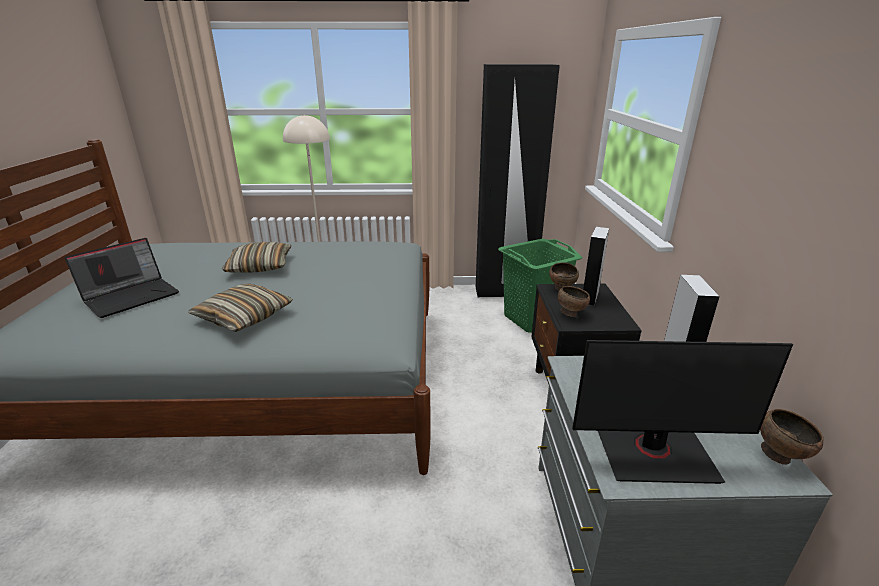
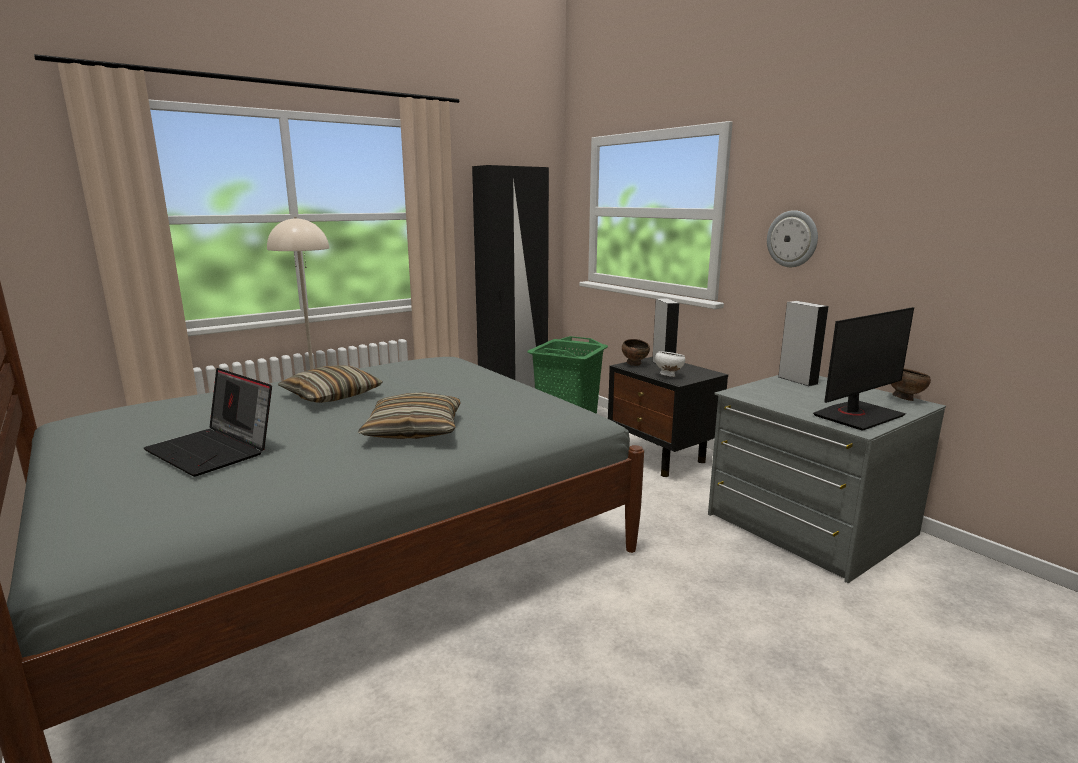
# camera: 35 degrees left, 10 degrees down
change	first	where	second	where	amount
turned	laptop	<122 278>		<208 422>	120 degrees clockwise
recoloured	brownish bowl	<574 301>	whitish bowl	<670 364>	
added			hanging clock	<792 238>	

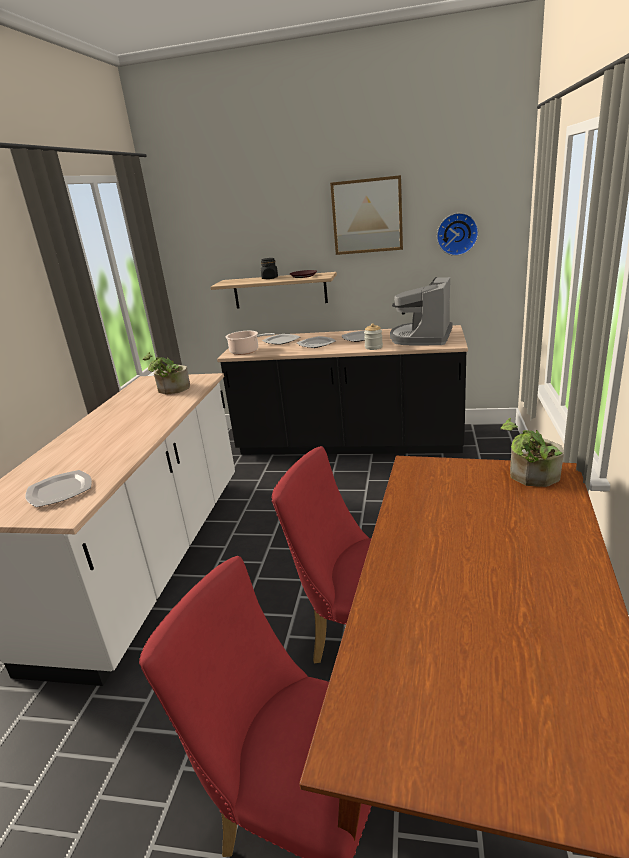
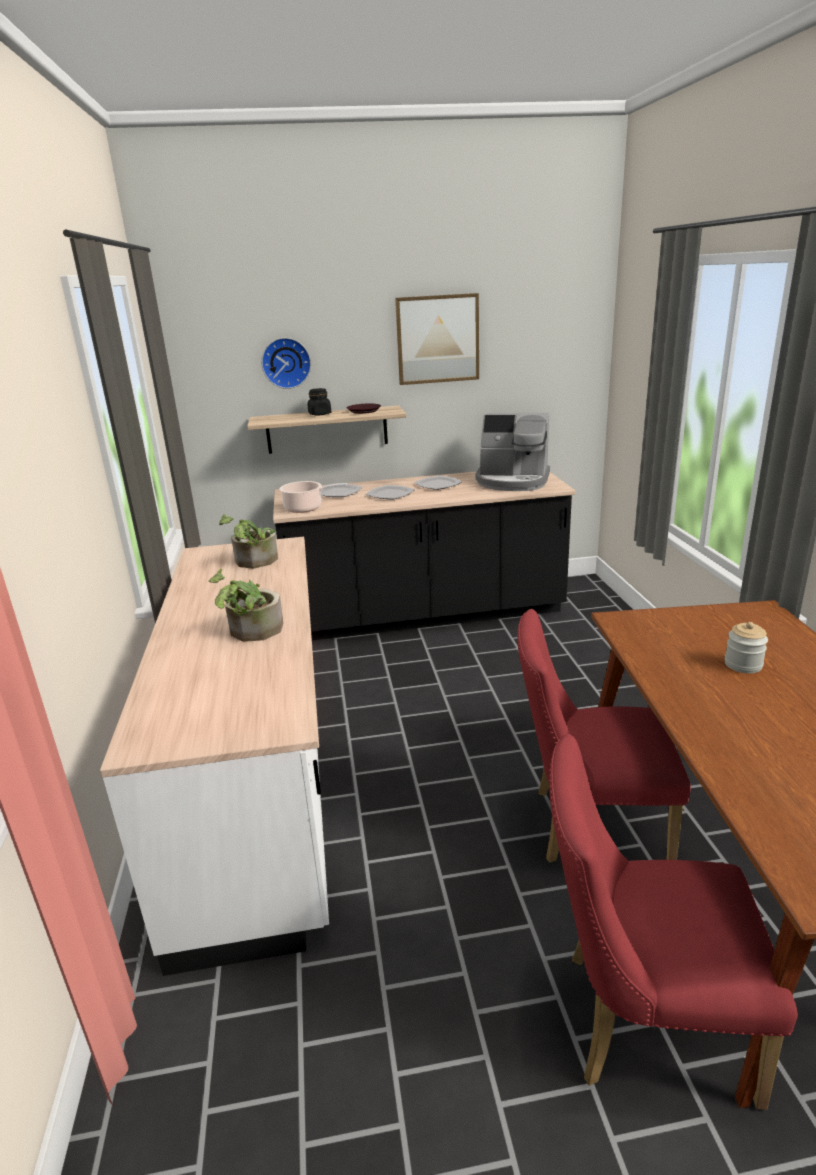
# camera: 20 degrees left, 0 degrees up
change	first	where	second	where	amount
removed	flat dish	<58 488>			
moved	storage jar	<373 336>		<746 647>	
turned	coffee maker	<421 311>		<512 452>	75 degrees counterclockwise
moved	hanging clock	<458 234>		<286 363>	
moved	plant in a pot	<532 452>		<246 605>	

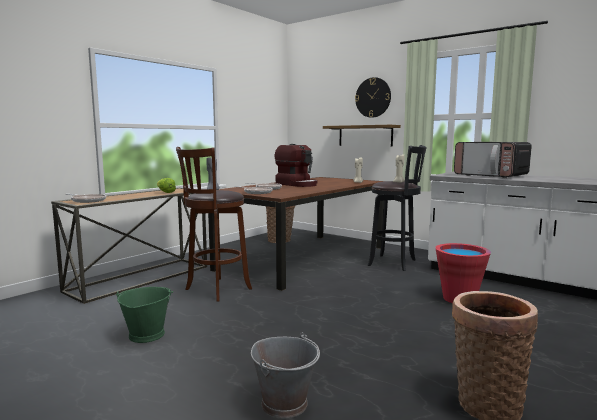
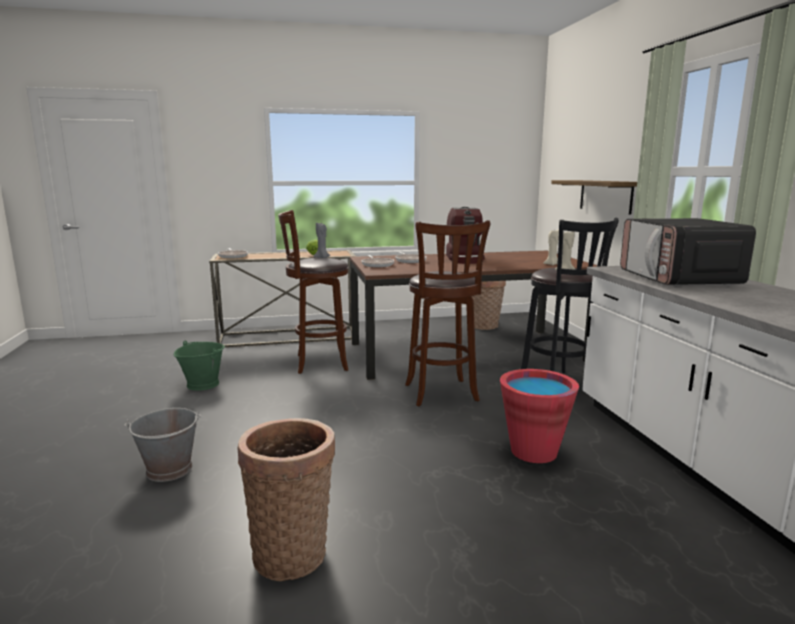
# camera: 40 degrees right, 5 degrees up
change	first	where	second	where	amount
removed	hanging clock	<373 97>			
added			brownish stool	<447 313>	

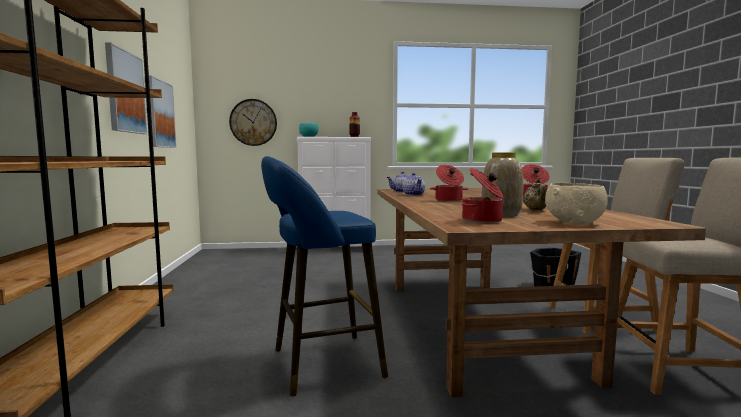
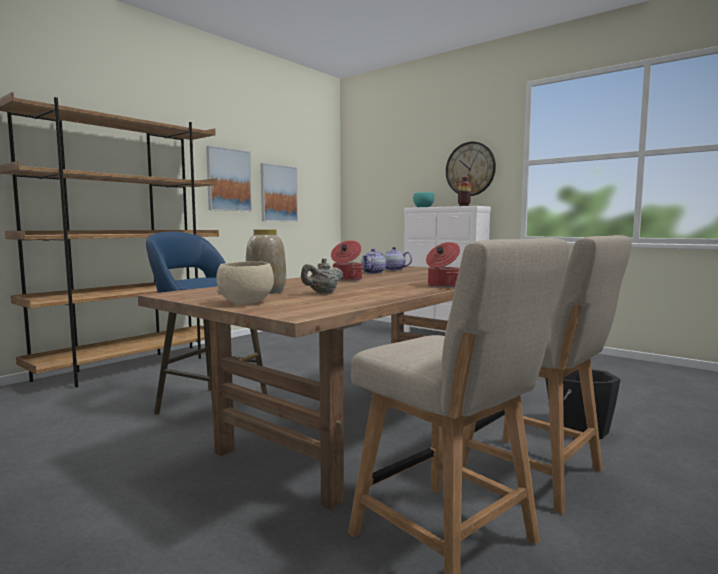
# camera: 45 degrees right, 0 degrees up
change	first	where	second	where	amount
moved	hanging clock	<253 122>		<471 169>	
removed	cooking pot	<482 195>			

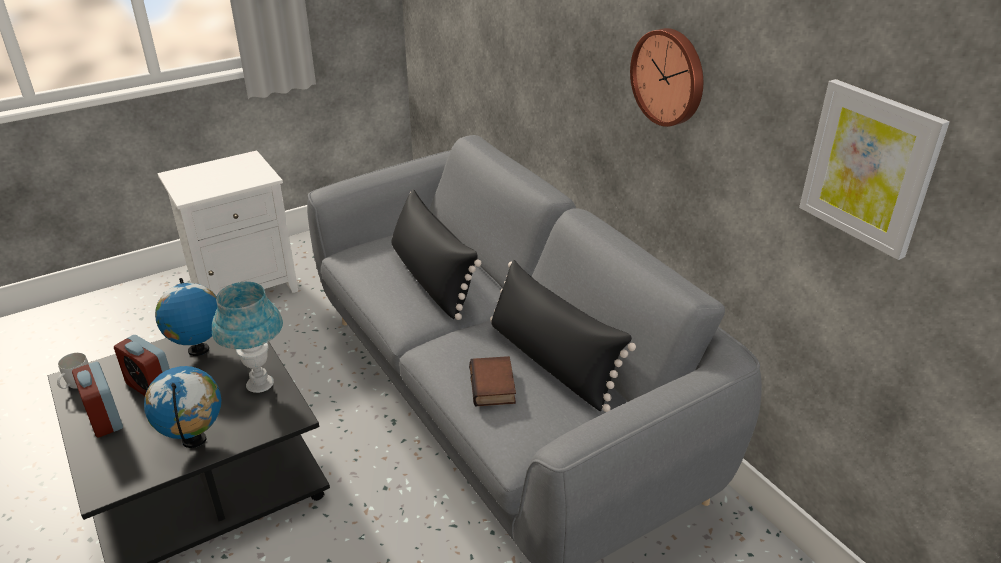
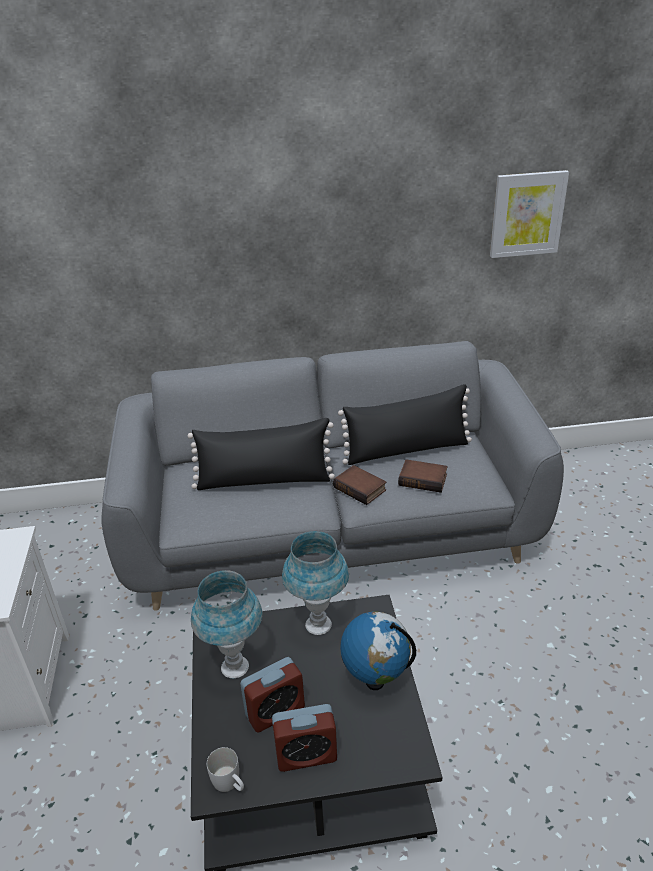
# camera: 65 degrees left, 0 degrees up
change	first	where	second	where	amount
replaced	globe	<186 317>	blue-coloured tabletop lamp	<226 624>	
removed	hanging clock	<666 77>			
added			bound book	<359 485>	

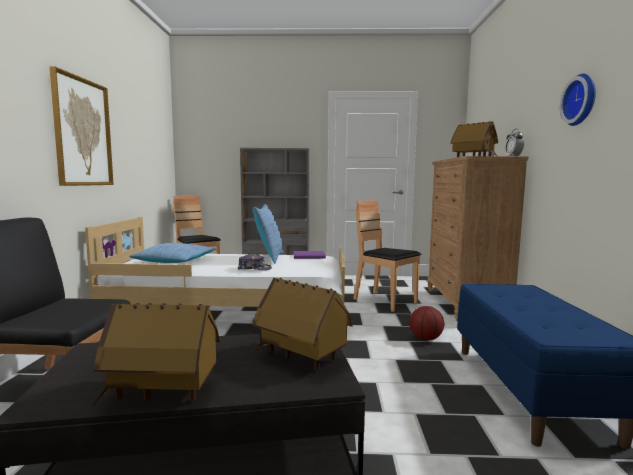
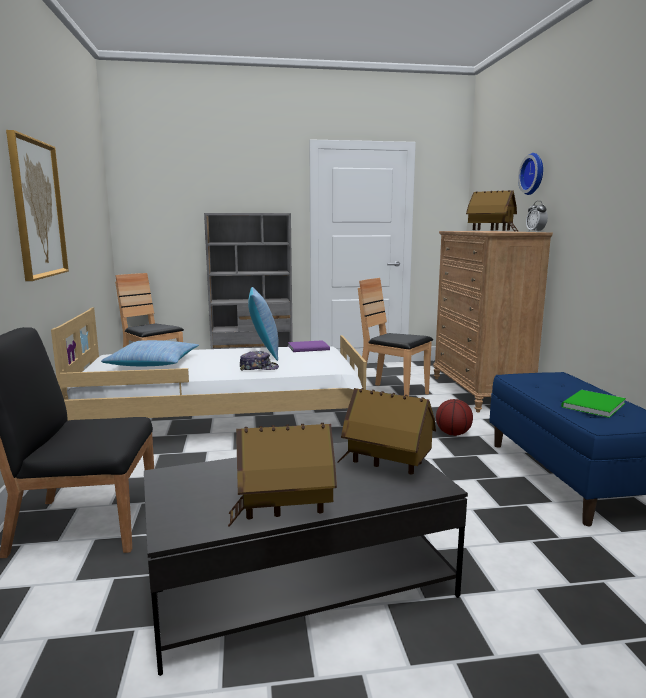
# camera: 10 degrees left, 5 degrees up
change	first	where	second	where	amount
moved	hanging clock	<578 100>		<530 174>	
added			green-coloured bound book	<593 404>	

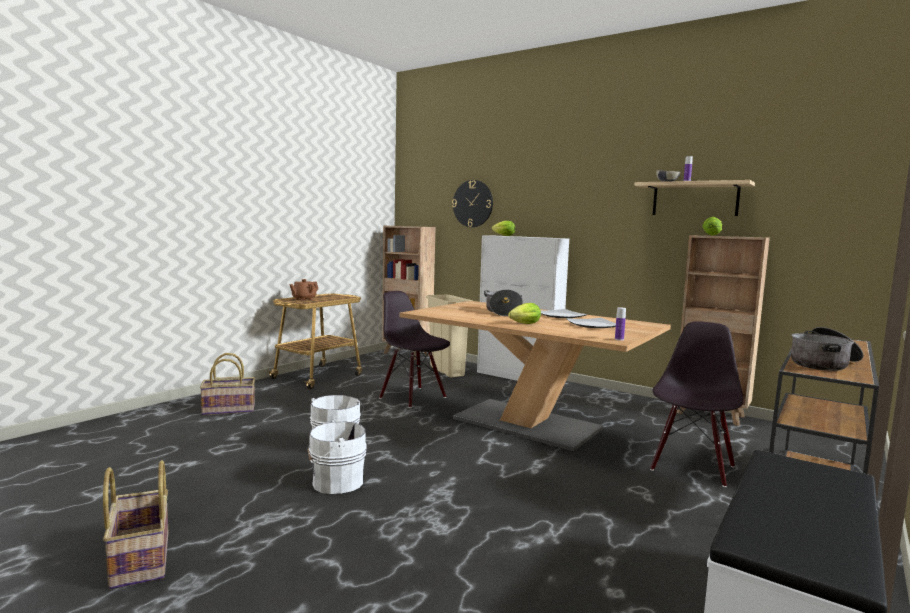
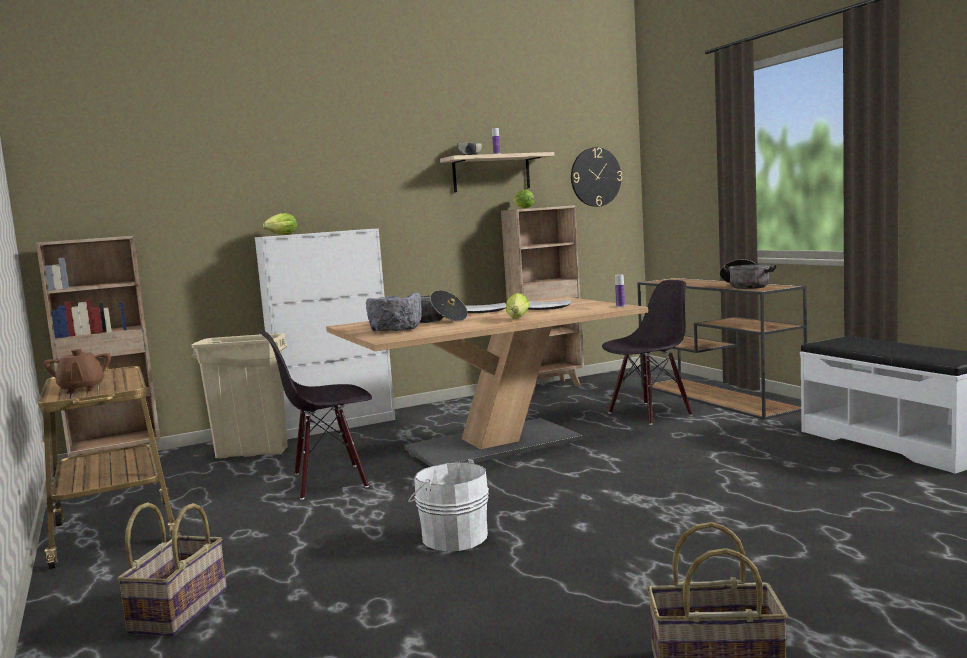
# camera: 60 degrees left, 0 degrees up
change	first	where	second	where	amount
removed	whitish pail	<337 456>			
moved	hanging clock	<472 203>		<596 177>	
turned	blackish chair	<697 404>		<647 352>	90 degrees clockwise
added			grey bowl	<394 311>	

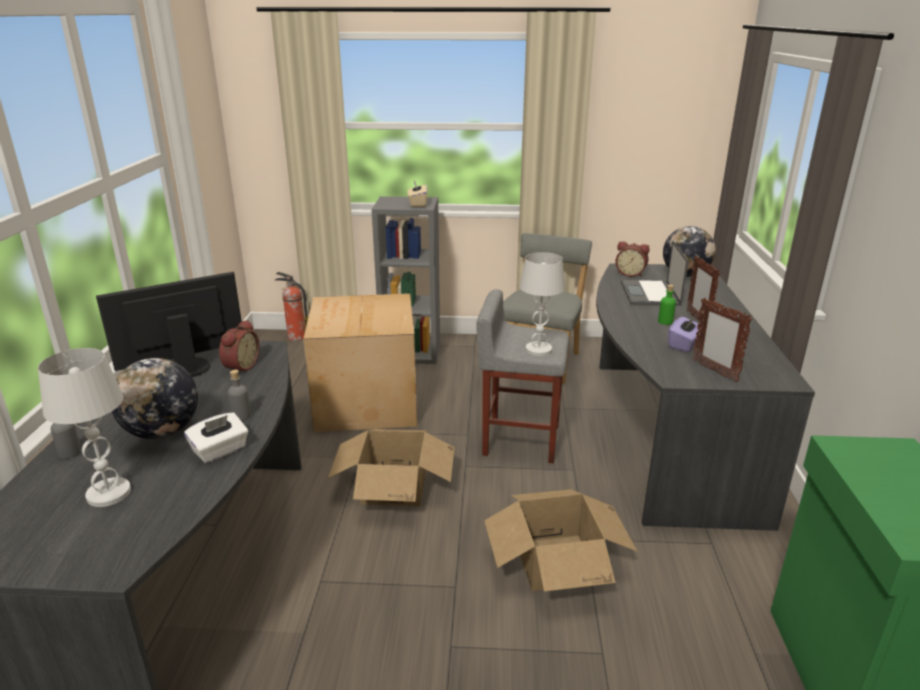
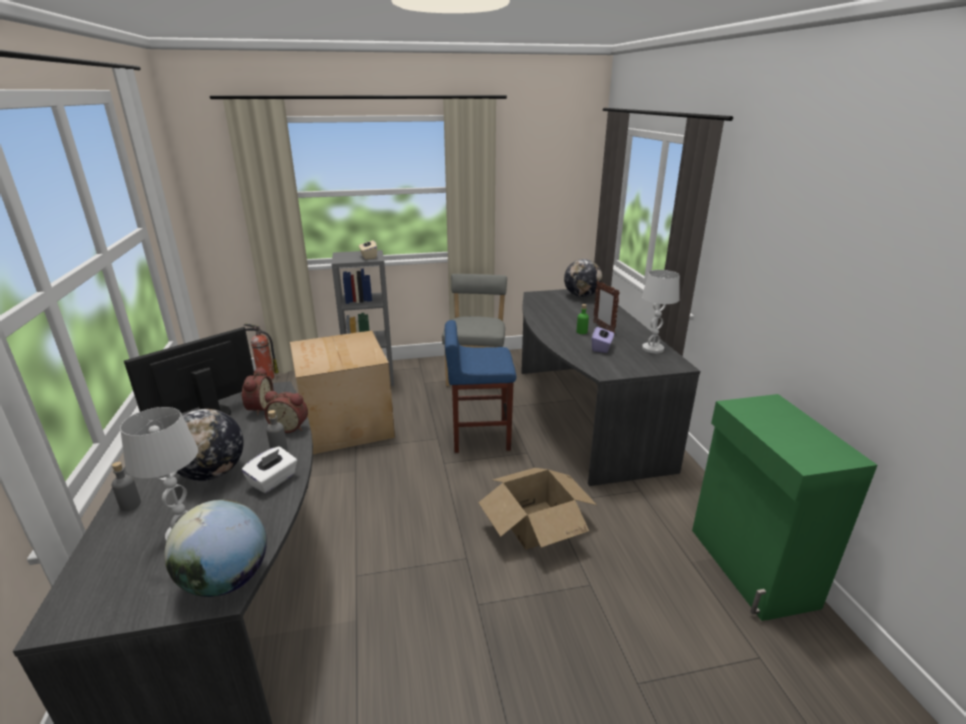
# camera: 15 degrees left, 0 degrees up
change	first	where	second	where	amount
removed	cardboard box	<391 467>			
recoloured	grey stool	<522 376>	blue-coloured stool	<480 386>	
moved	whitish tabletop lamp	<542 304>		<661 311>	
moved	bedside clock	<632 259>		<286 412>	
removed	laptop	<654 273>			
removed	standing frame	<722 340>			
added			globe	<215 548>	

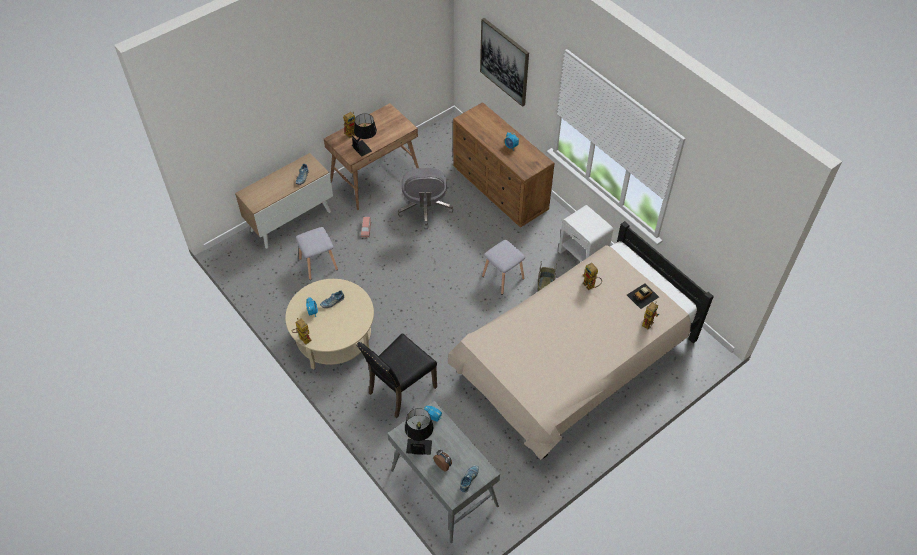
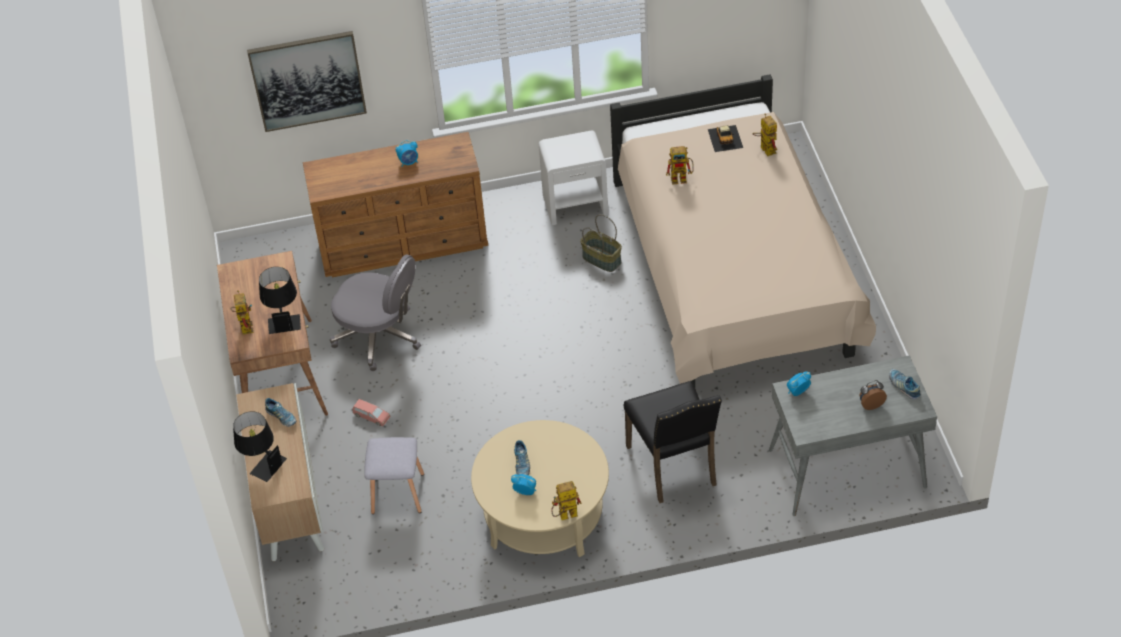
# camera: 60 degrees left, 5 degrees down
change	first	where	second	where	amount
moved	blackish tabletop lamp	<419 431>		<260 446>	
removed	grey stool	<503 267>			

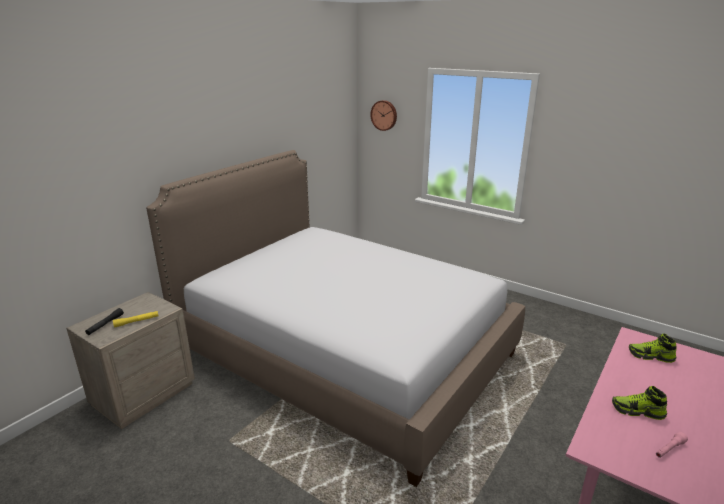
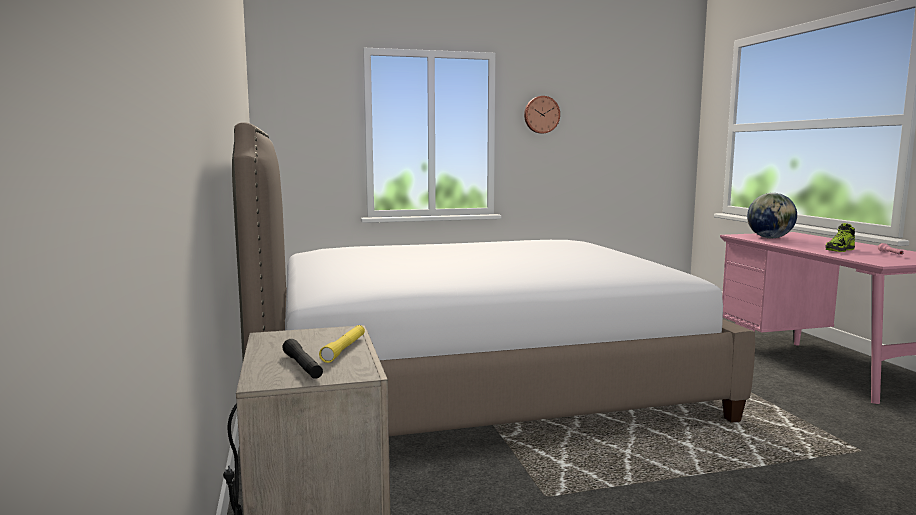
# camera: 50 degrees left, 15 degrees down
change	first	where	second	where	amount
moved	hanging clock	<383 115>		<542 115>	
replaced	item of footwear	<652 348>	globe	<772 215>	

